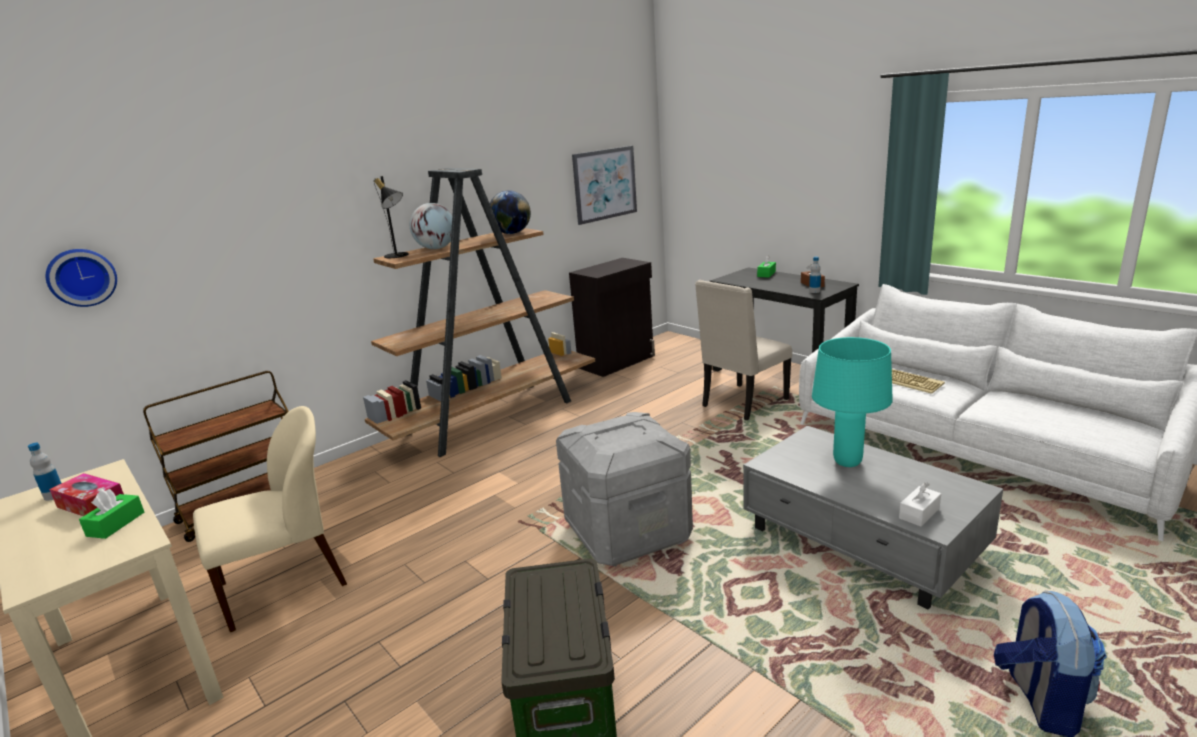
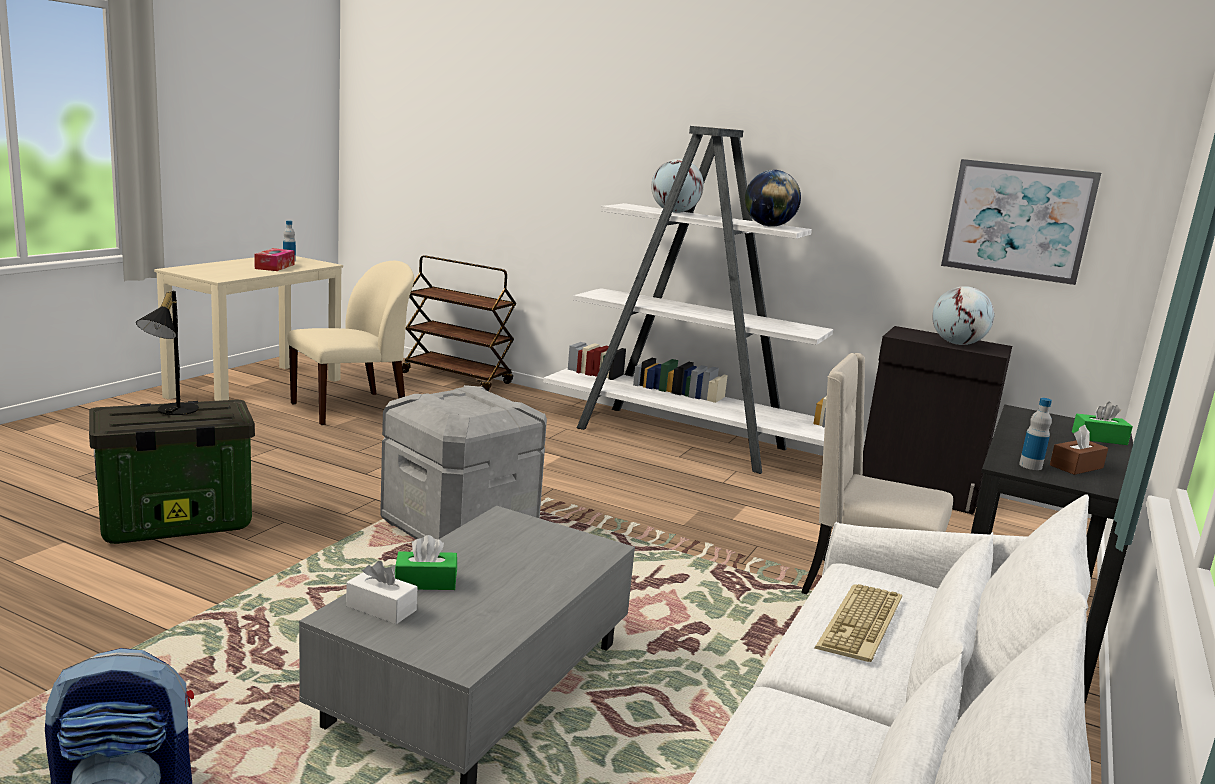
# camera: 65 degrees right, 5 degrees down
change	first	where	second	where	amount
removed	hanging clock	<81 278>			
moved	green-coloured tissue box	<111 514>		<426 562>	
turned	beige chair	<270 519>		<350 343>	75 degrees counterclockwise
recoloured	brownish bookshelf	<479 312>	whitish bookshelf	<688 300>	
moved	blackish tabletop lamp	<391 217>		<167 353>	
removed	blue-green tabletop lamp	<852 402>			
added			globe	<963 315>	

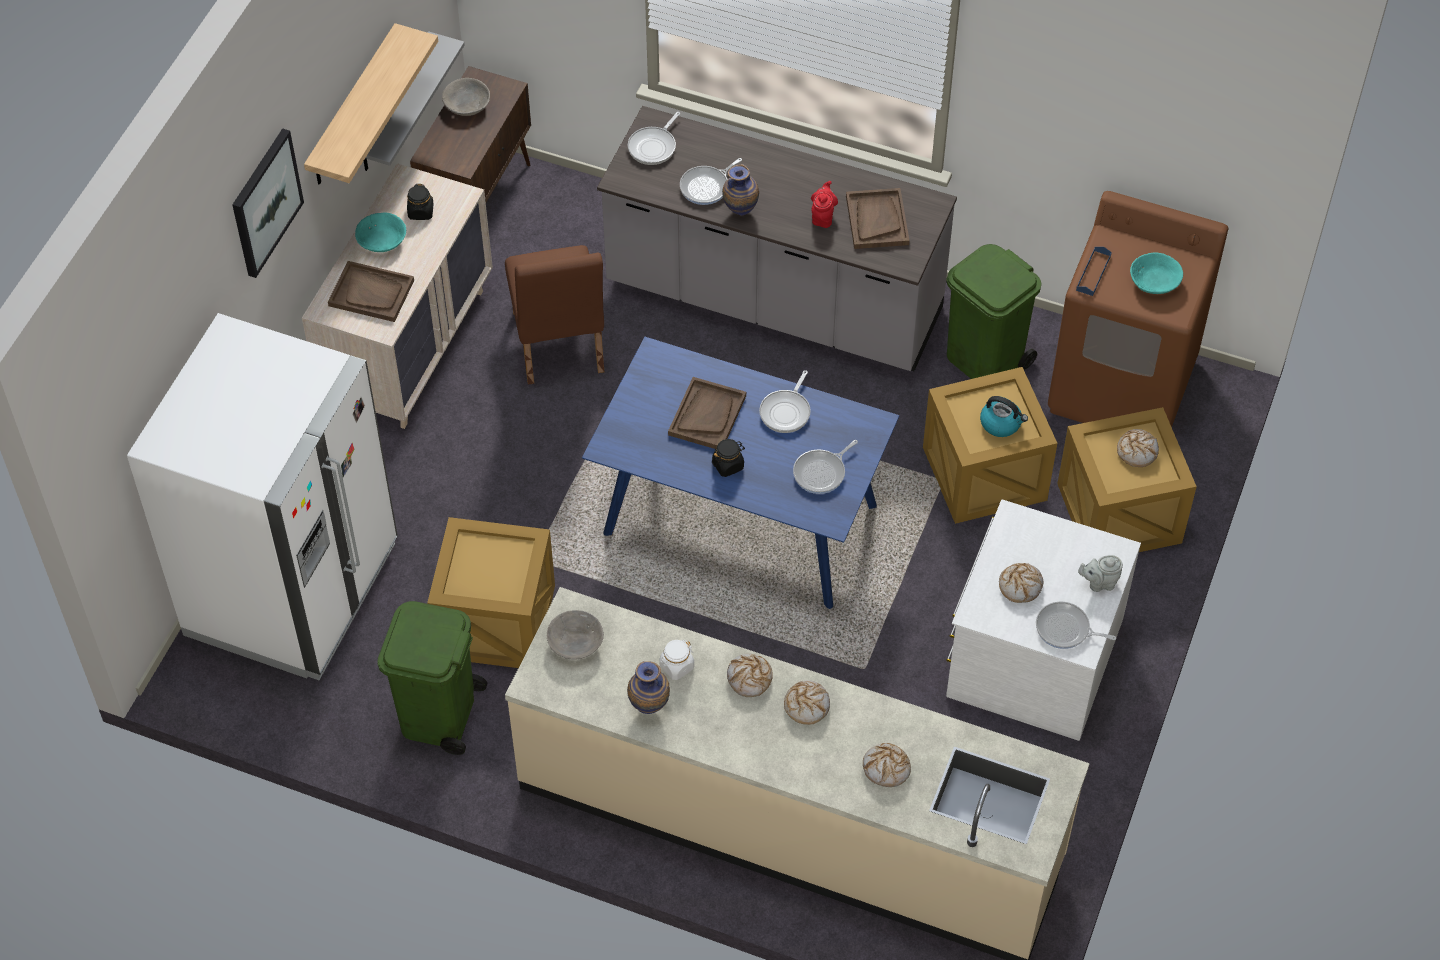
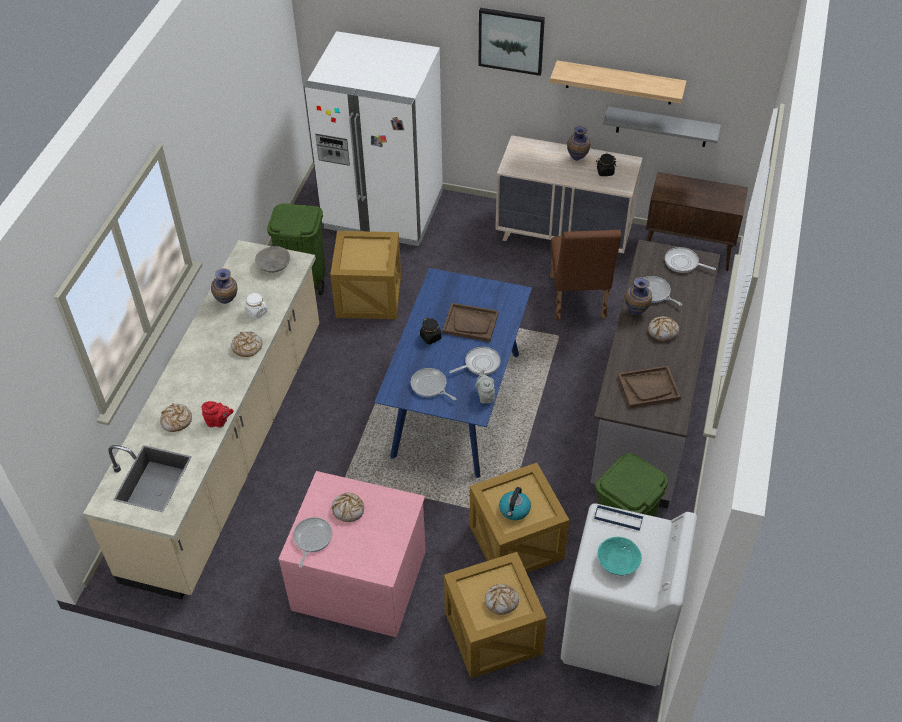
# camera: 85 degrees right, 5 degrees down
change	first	where	second	where	amount
removed	brownish serving tray	<371 291>			
replaced	blue-green bowl	<380 232>	decorative vase	<578 143>	
removed	grey bowl	<466 97>			
turned	brownish chair	<554 315>		<586 275>	75 degrees counterclockwise
turned	skillet	<785 401>		<475 361>	135 degrees clockwise
moved	bread	<807 702>		<663 328>	
moved	reddish teapot	<824 204>		<217 414>	
recoloured	whitish drawer chest	<1043 620>	pink-coloured drawer chest	<352 554>	
recoloured	brownish laundry appliance	<1138 309>	whitish laundry appliance	<629 594>	
moved	grey teapot	<1100 573>		<485 386>	

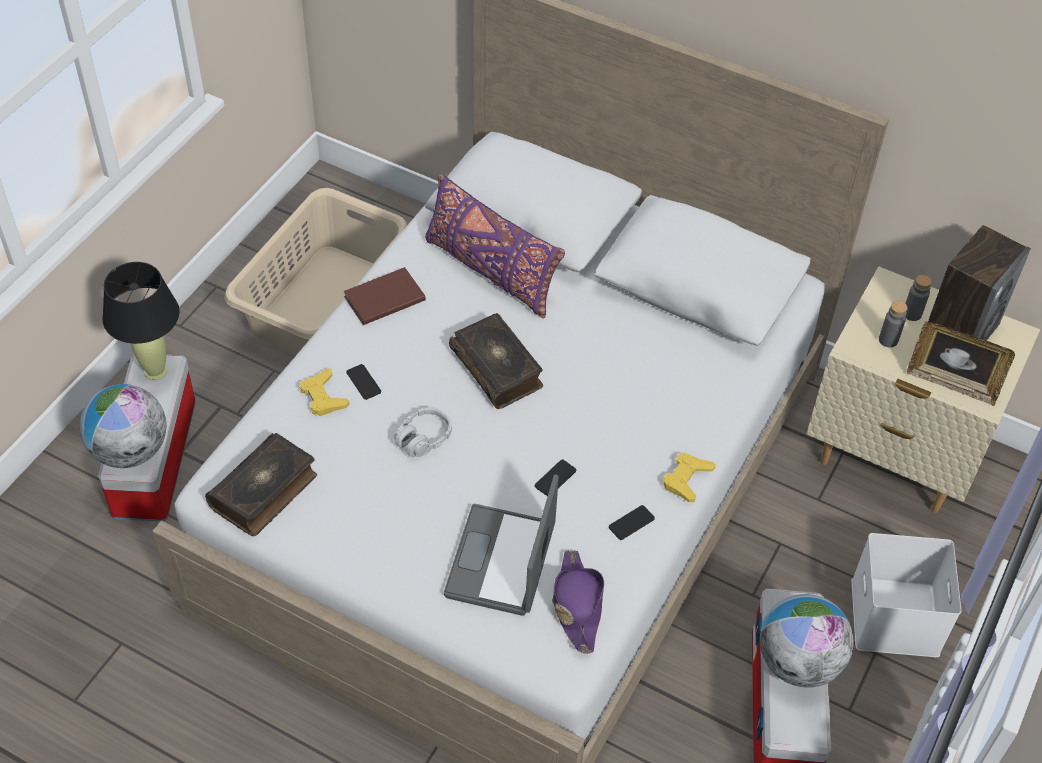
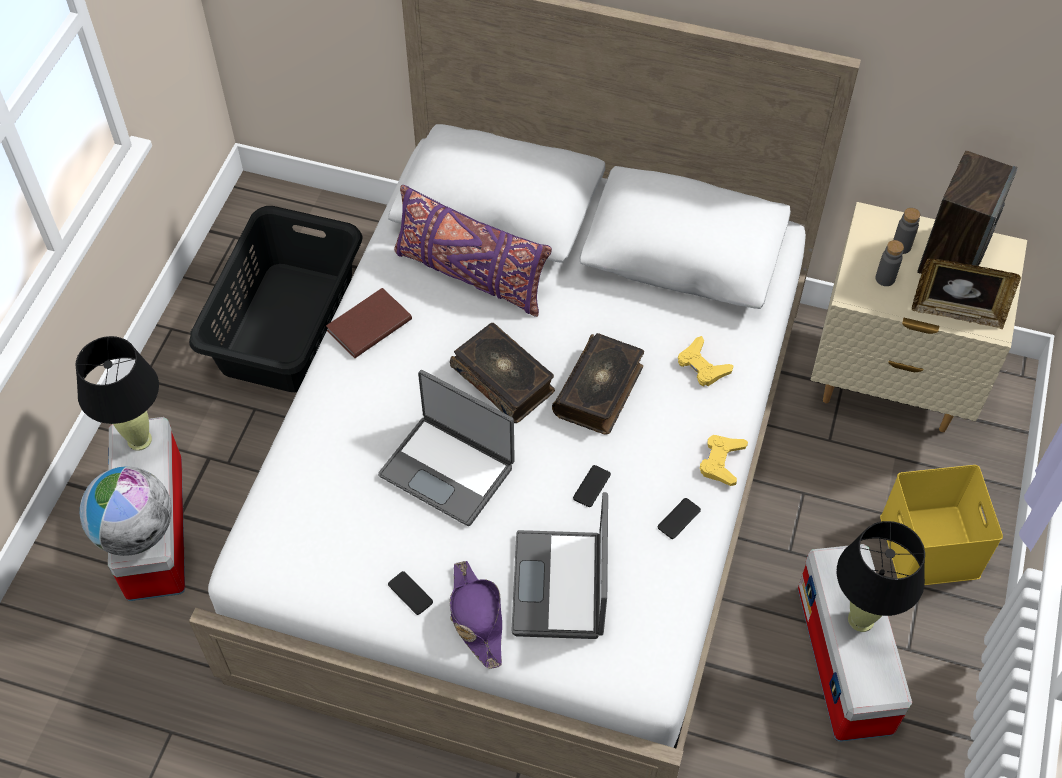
# camera: 10 degrees left, 5 degrees up
change	first	where	second	where	amount
moved	bound book	<261 484>		<598 384>	
recoloured	beige hamper	<315 271>	blackish hamper	<276 299>	
moved	yellowish joypad	<324 392>		<706 361>	
moved	handset	<363 382>		<410 593>	
replaced	grey pair of headphones	<423 432>	laptop	<446 448>	
moved	purple-coloured wearable hat	<578 602>		<476 614>	
replaced	globe	<807 641>	blackish tabletop lamp	<881 576>	
recoloured	whitish storage box	<906 595>	yellowish storage box	<941 525>	

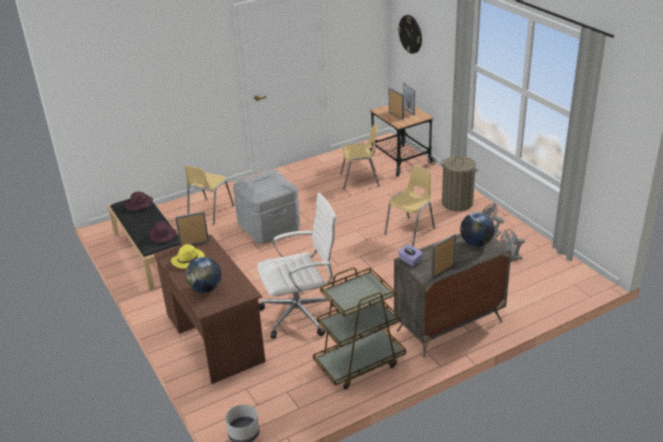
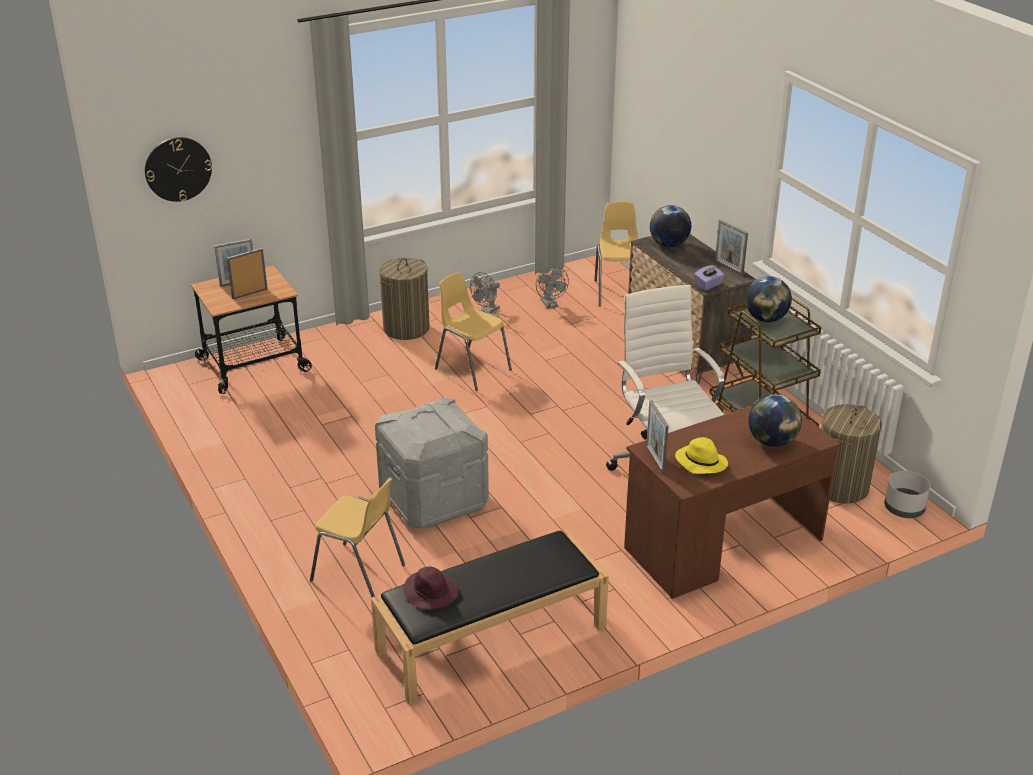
# camera: 90 degrees left, 0 degrees up
change	first	where	second	where	amount
removed	purple-coloured wearable hat	<163 231>			
moved	yellowish chair	<360 157>		<616 254>	
added			globe	<768 299>	
added			hamper	<851 454>	

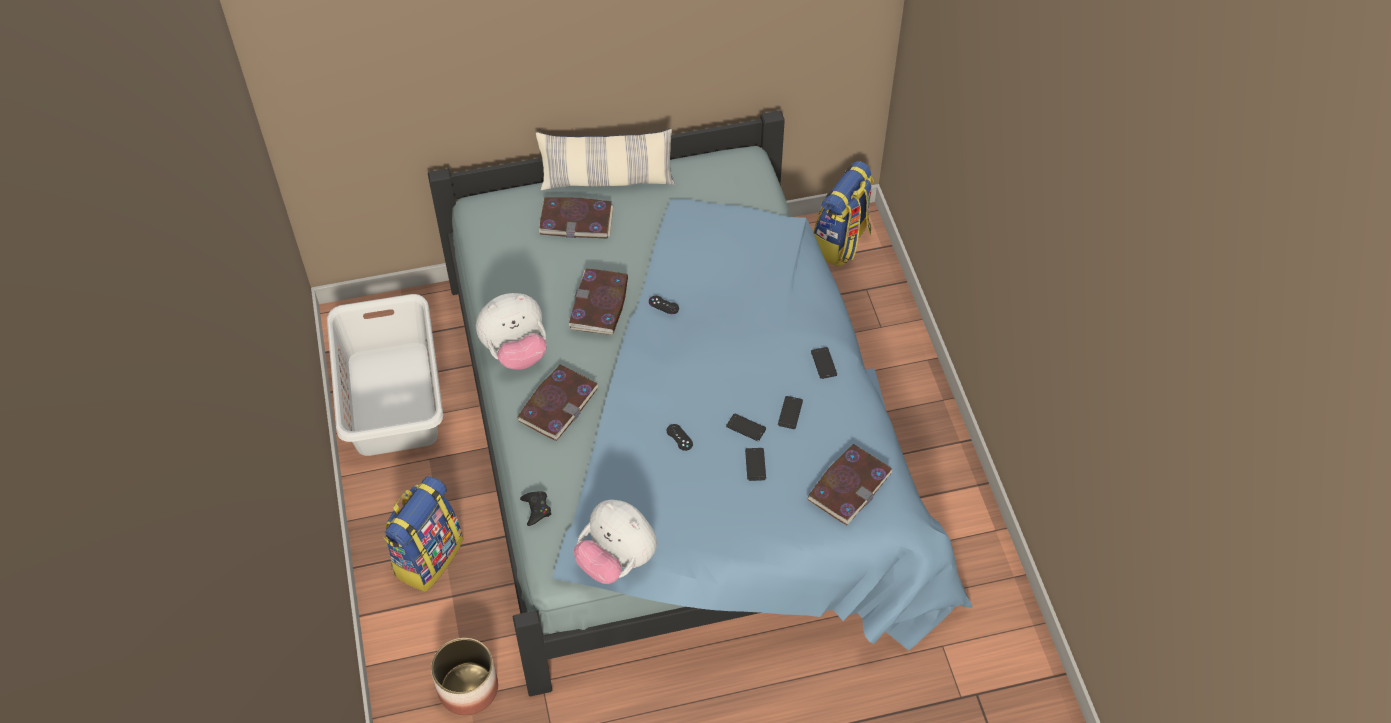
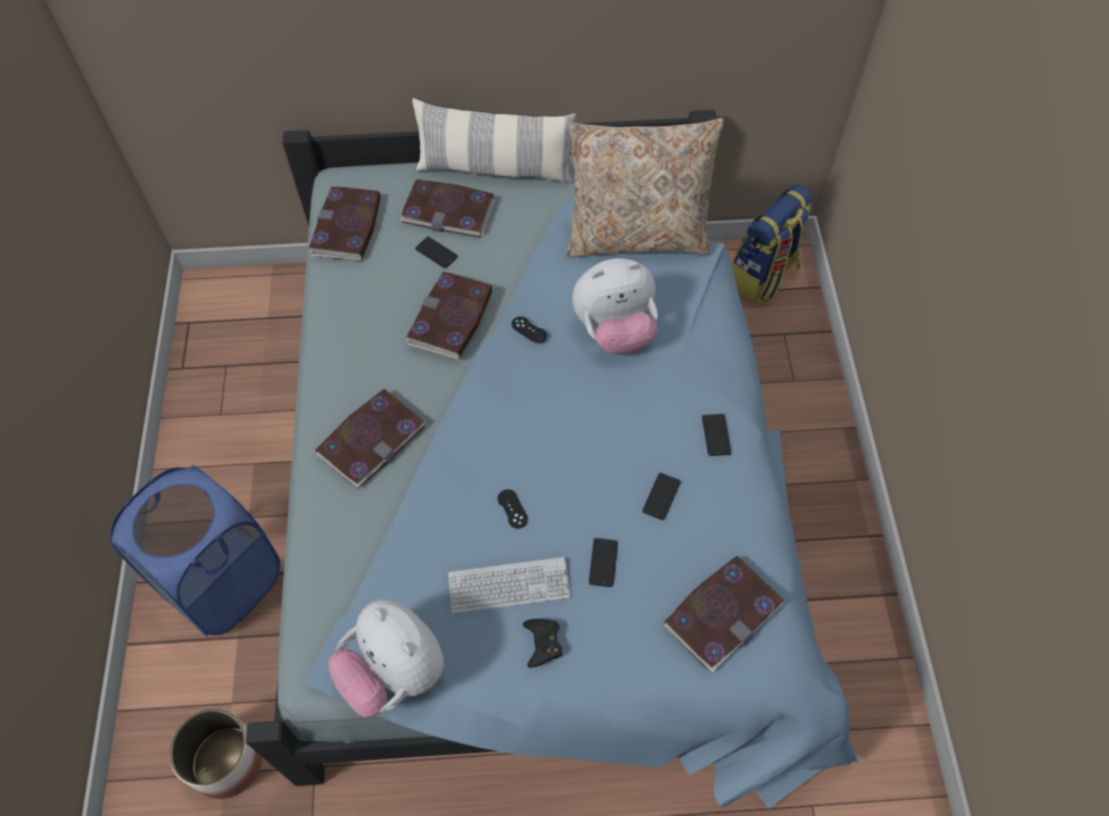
# camera: 10 degrees right, 5 degrees up
change	first	where	second	where	amount
removed	grey hamper	<385 375>			
replaced	rucksack	<423 534>	blue-coloured hamper	<194 551>	
moved	soft toy	<511 331>		<615 307>	
moved	blackish joypad	<535 508>		<542 643>	
moved	handset	<746 427>		<436 252>	
added			bound book	<345 224>	
added			PC keyboard	<509 585>	
added			beige pillow	<645 188>	

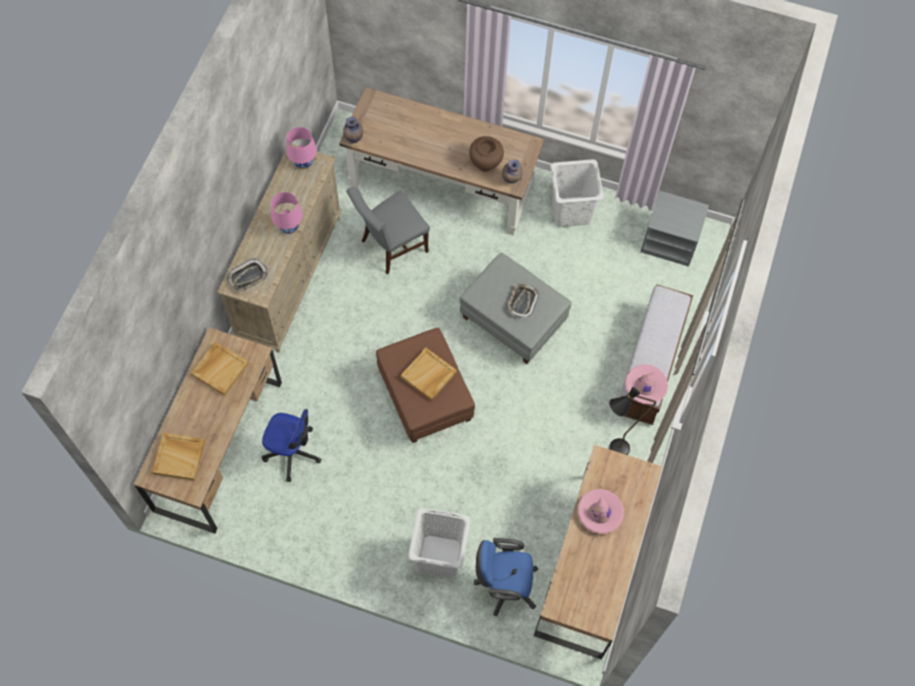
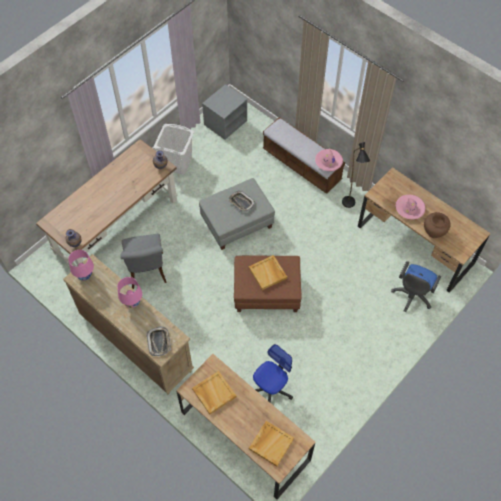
# camera: 65 degrees left, 5 degrees down
change	first	where	second	where	amount
removed	whitish hamper	<439 543>			
moved	brownish decorative vase	<486 154>		<437 225>	

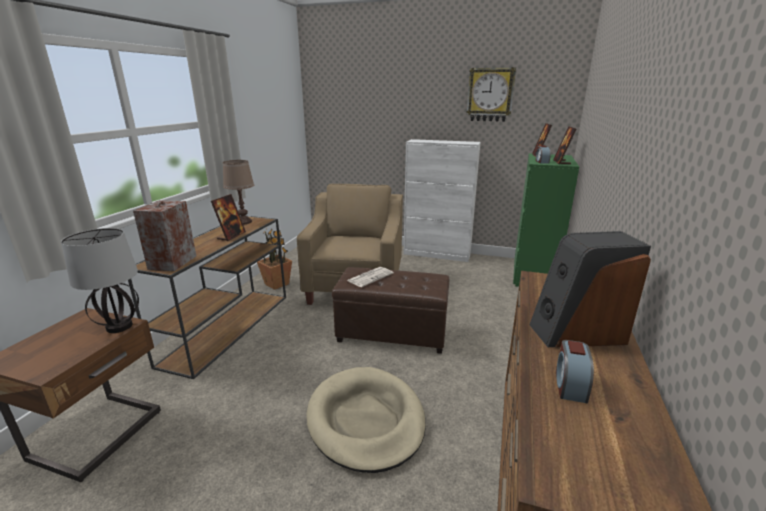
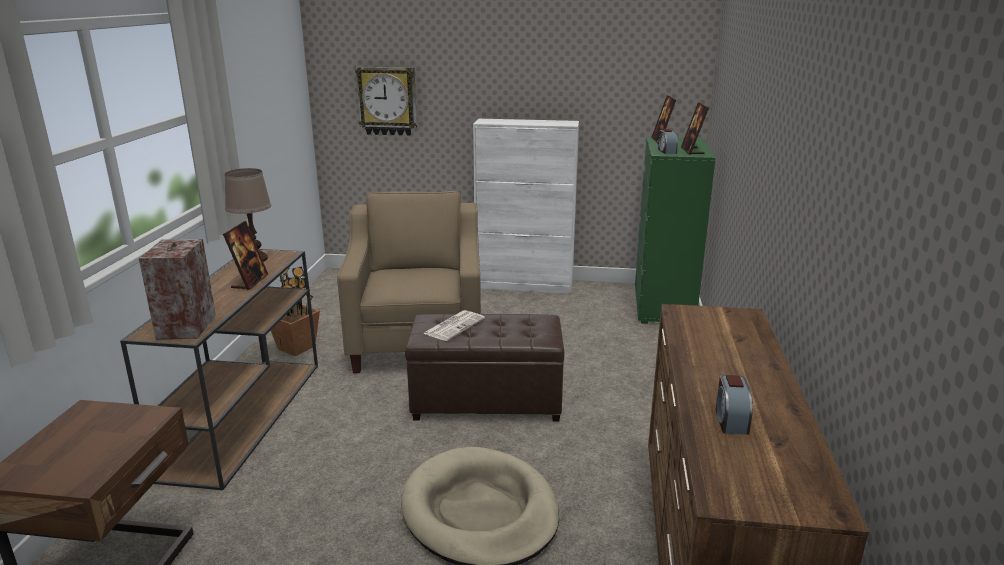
# camera: 10 degrees left, 0 degrees up
change	first	where	second	where	amount
removed	tabletop lamp	<100 280>			
moved	hanging clock	<491 94>		<386 101>	
removed	audio speaker	<590 289>			

